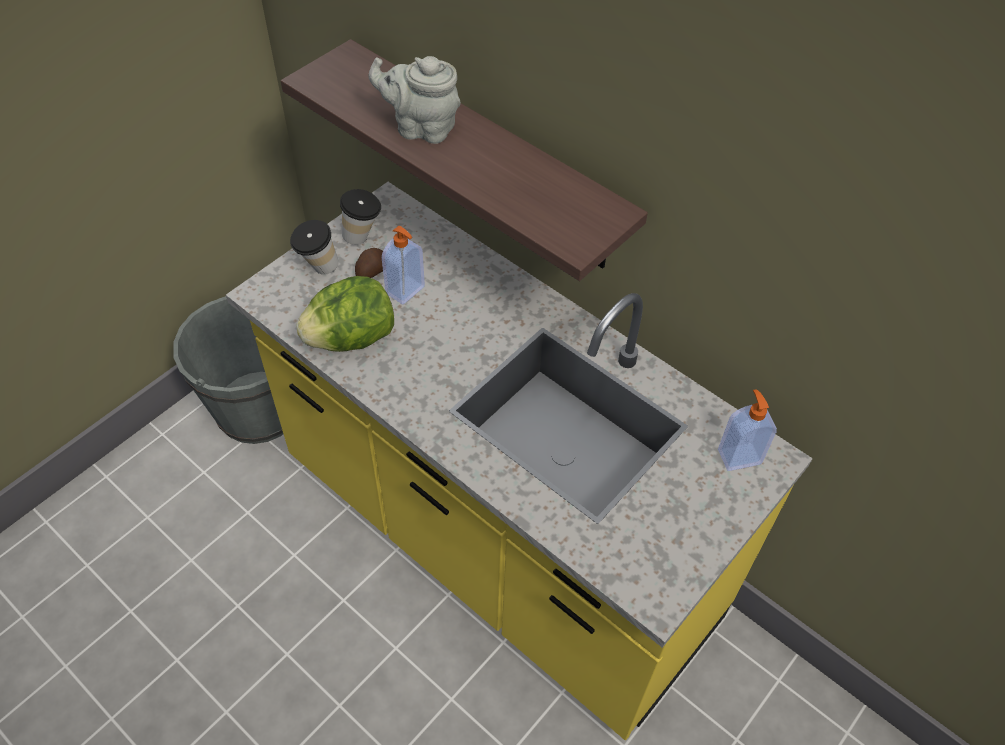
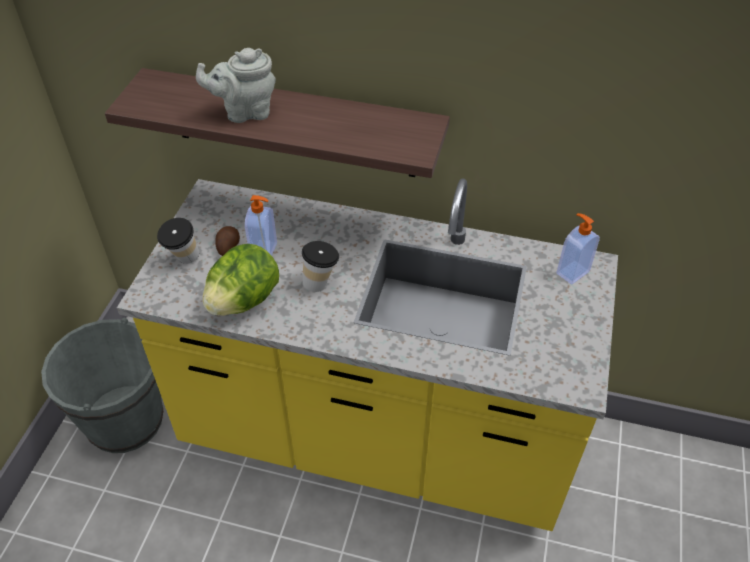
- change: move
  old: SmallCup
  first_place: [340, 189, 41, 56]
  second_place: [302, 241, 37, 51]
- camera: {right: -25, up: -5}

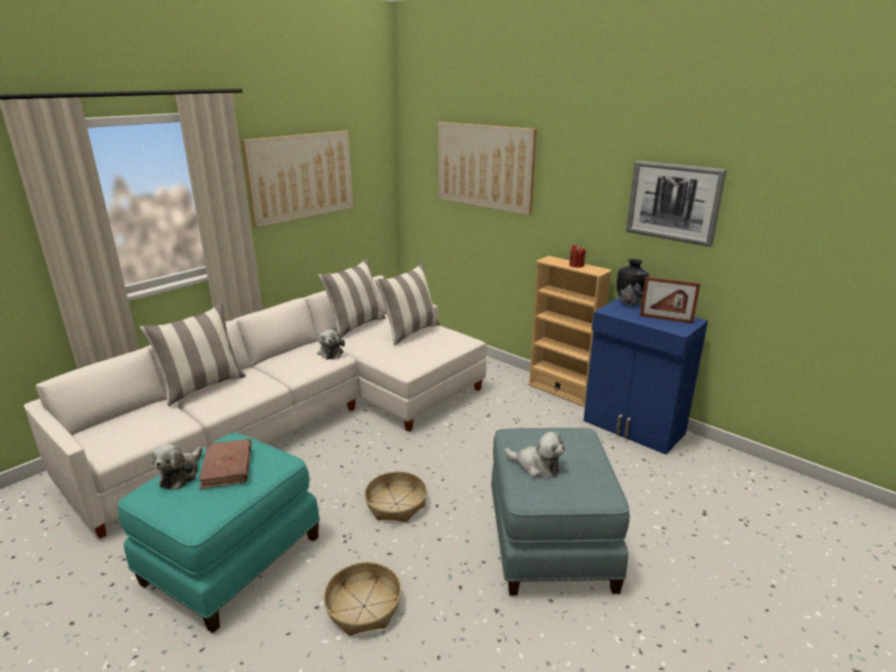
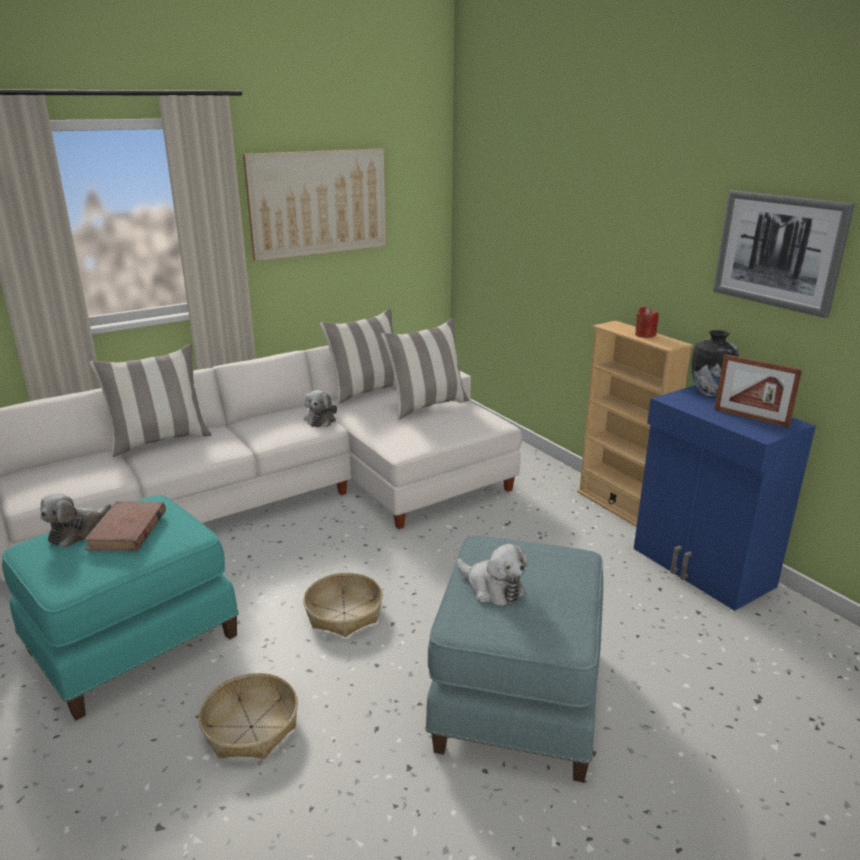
- change: delete
  old: WallPicture
  first_place: [438, 122, 99, 93]
- camera: {right: 15, up: 0}

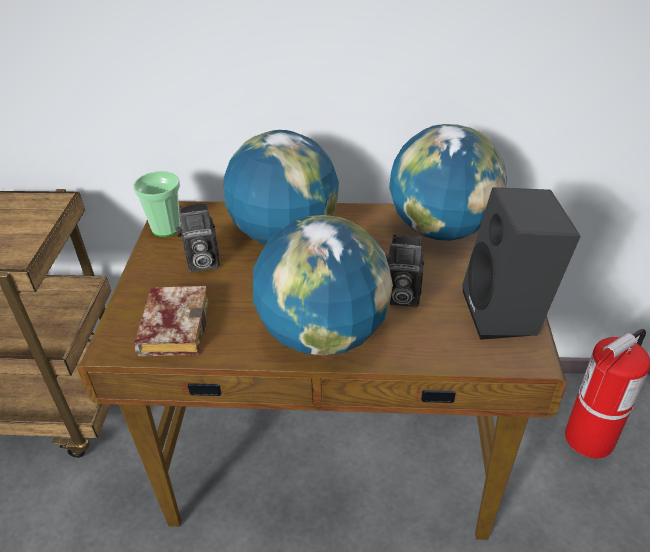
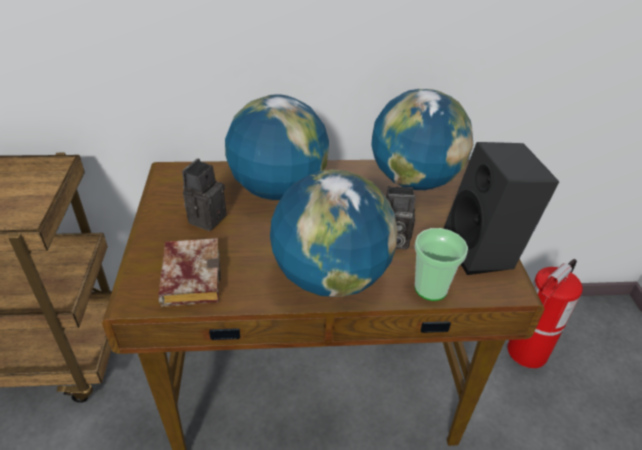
- change: move
  old: SmallCup
  first_place: [133, 171, 48, 66]
  second_place: [414, 228, 54, 73]
- change: rotate
  old: StillCamera
  first_place: [176, 203, 44, 69]
  second_place: [182, 158, 45, 73]
  degrees: 135
- camera: {right: -10, up: 0}

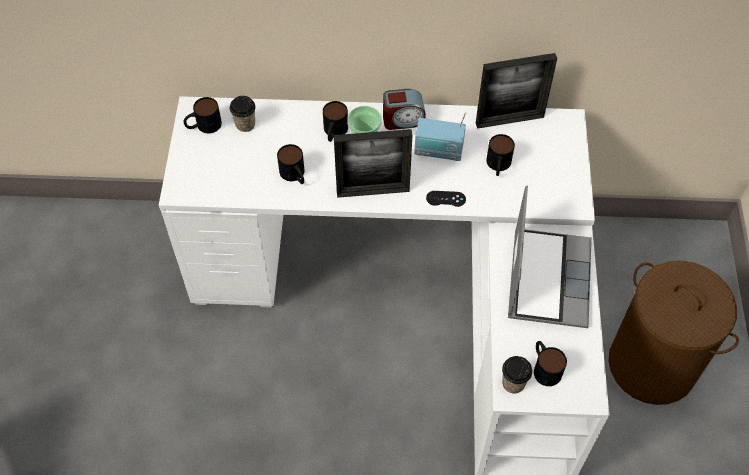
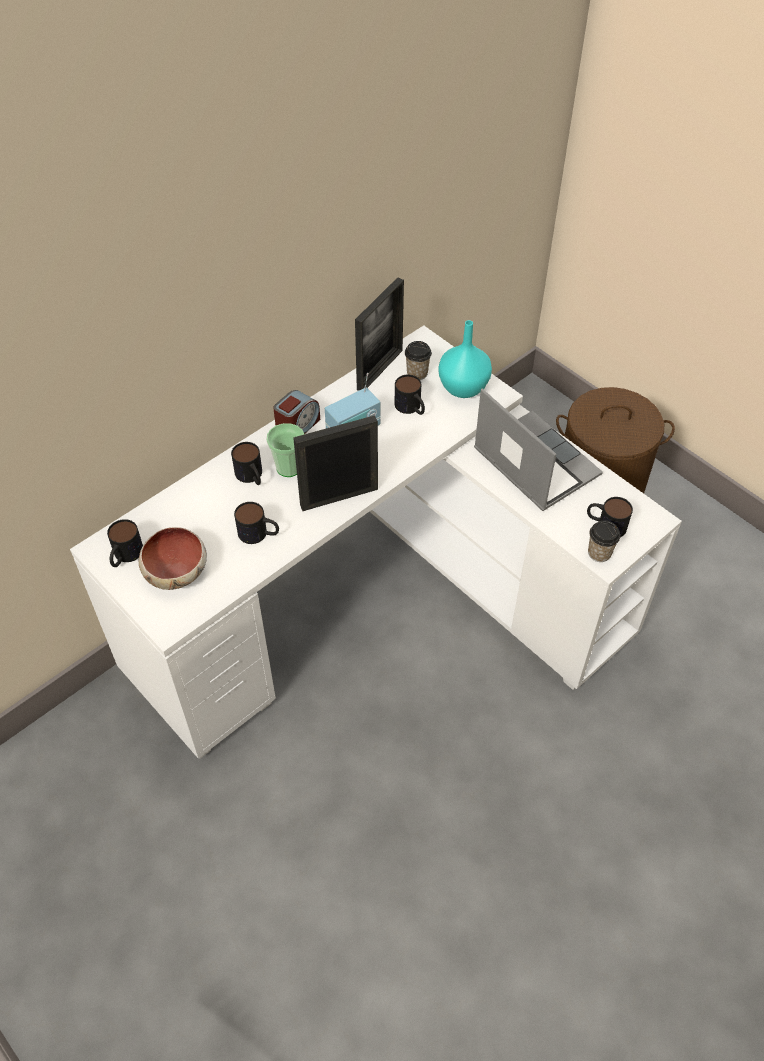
- change: move
  old: SmallCup
  first_place: [230, 96, 26, 36]
  second_place: [405, 341, 27, 39]
- change: rotate
  old: StandingFrame
  first_place: [334, 129, 78, 69]
  second_place: [293, 415, 85, 96]
  degrees: -150
- change: delete
  old: BlackColouredGameController
  first_place: [426, 191, 40, 16]
- change: insert
  new: TurquoiseColouredVase
  second_place: [438, 320, 54, 78]
- change: insert
  new: DeepDish
  second_place: [139, 527, 68, 63]
- camera: {right: -45, up: -5}

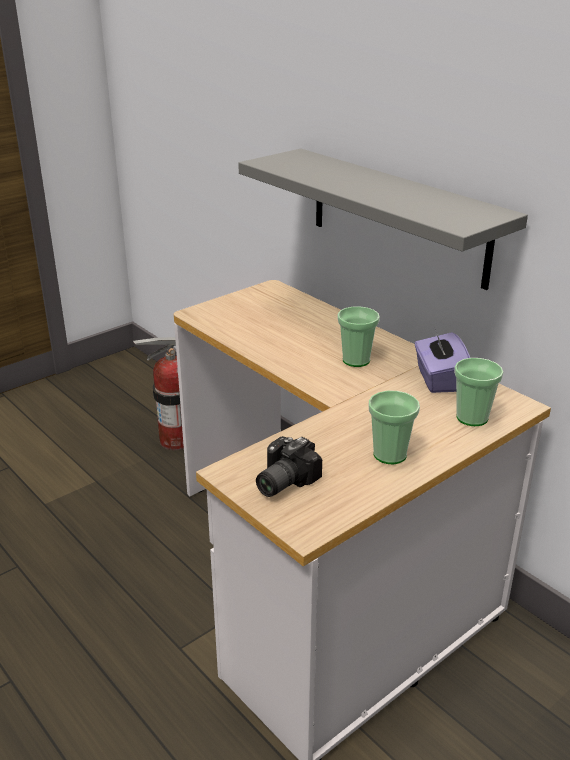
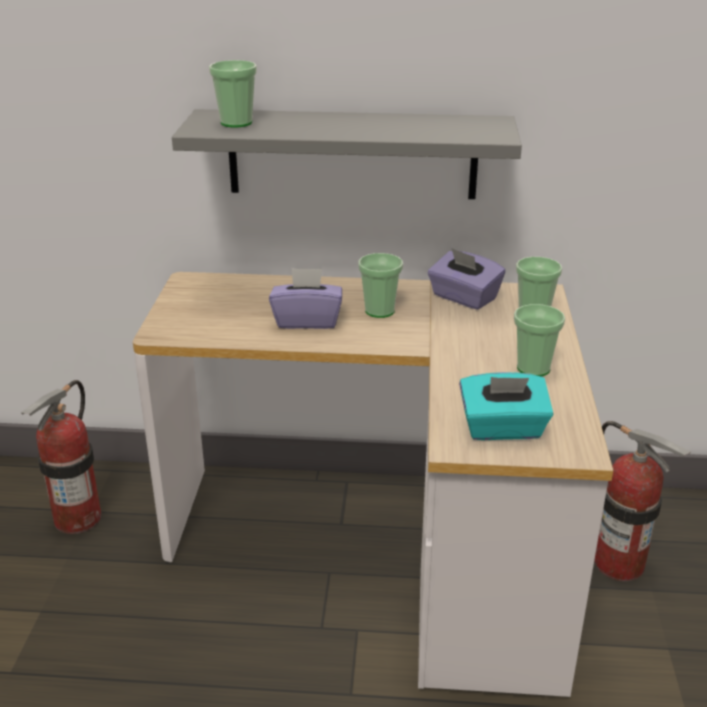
- change: replace
  old: StillCamera
  new: TurquoiseColouredBoxOfTissues
  first_place: [256, 436, 66, 61]
  second_place: [459, 372, 94, 68]
- change: insert
  new: SmallCup
  second_place: [209, 60, 48, 68]
- change: insert
  new: PurpleBoxOfTissues
  second_place: [269, 268, 73, 61]
- change: insert
  new: Extinguisher
  second_place: [594, 421, 97, 160]
- camera: {right: -45, up: 0}

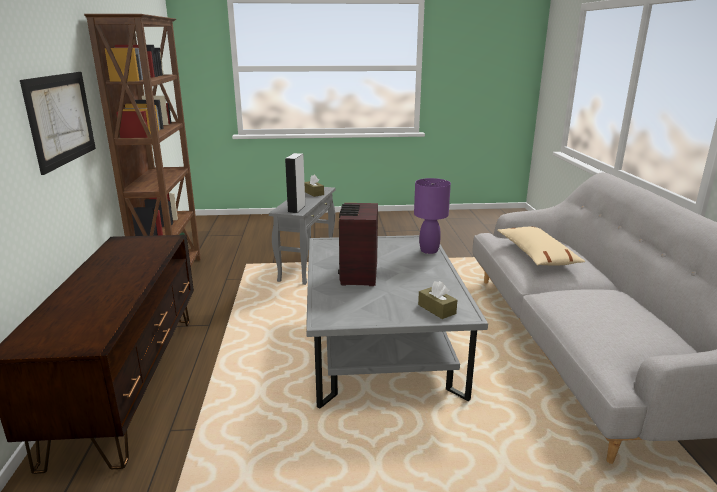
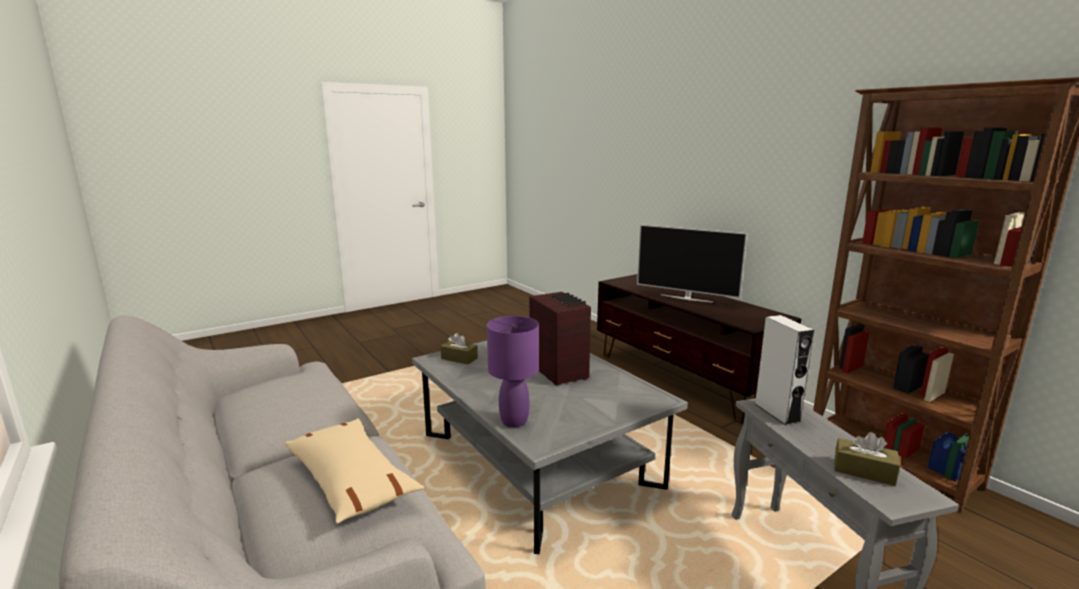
- change: delete
  old: WallPicture
  first_place: [20, 72, 76, 103]
- change: insert
  new: Tv
  second_place: [637, 224, 110, 79]
- camera: {right: 150, up: -5}

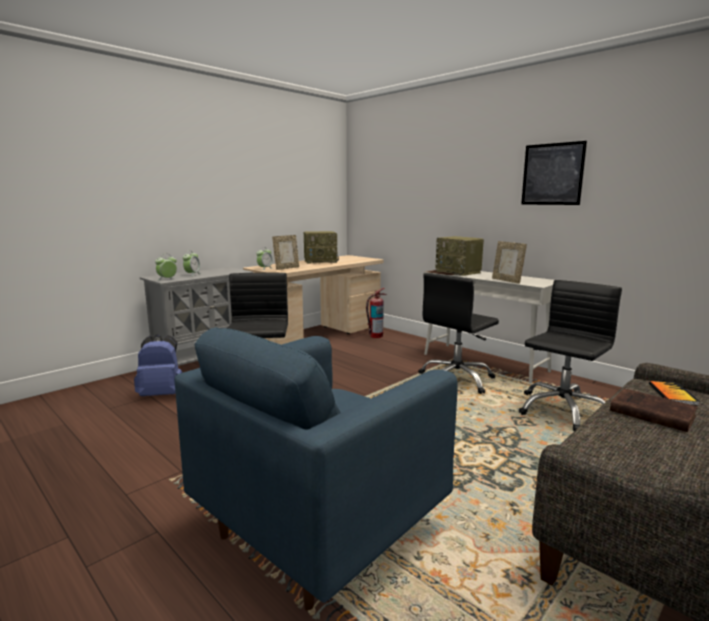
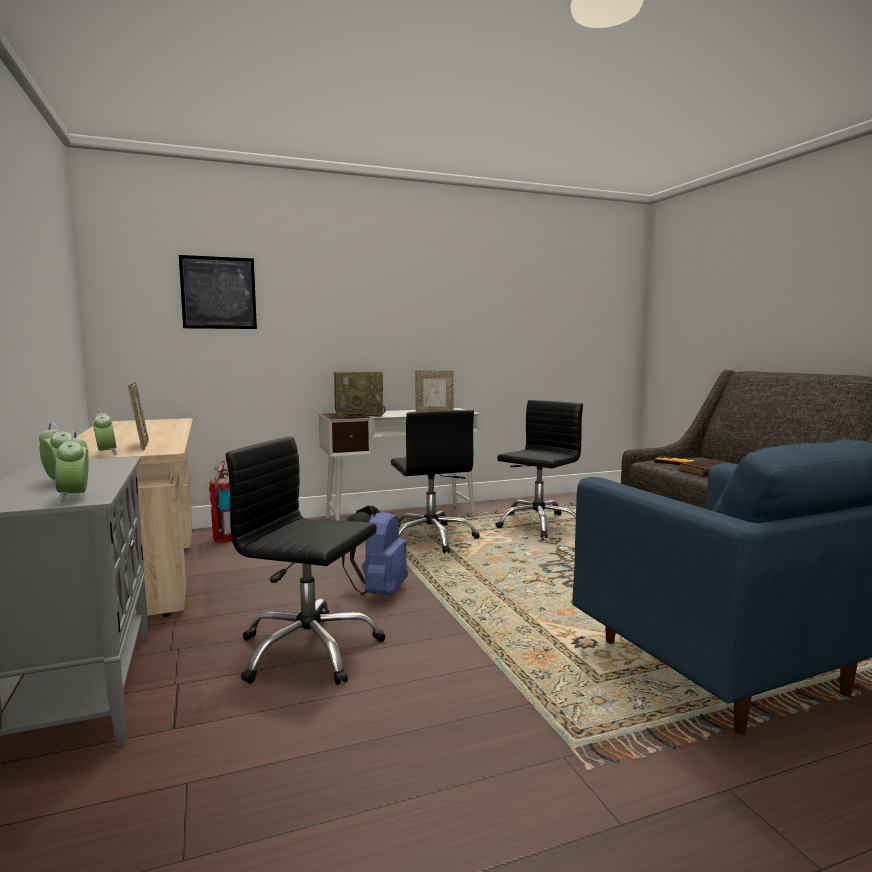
- change: move
  old: WallPicture
  first_place: [521, 141, 66, 64]
  second_place: [179, 255, 78, 74]
- change: delete
  old: RadioSet
  first_place: [303, 231, 36, 33]
- change: rotate
  old: BlackColouredDeskChair
  first_place: [518, 280, 104, 151]
  second_place: [495, 400, 88, 138]
  degrees: 60
- change: move
  old: BlueColouredRucksack
  first_place: [134, 334, 49, 62]
  second_place: [342, 505, 66, 90]
- camera: {right: -65, up: -5}

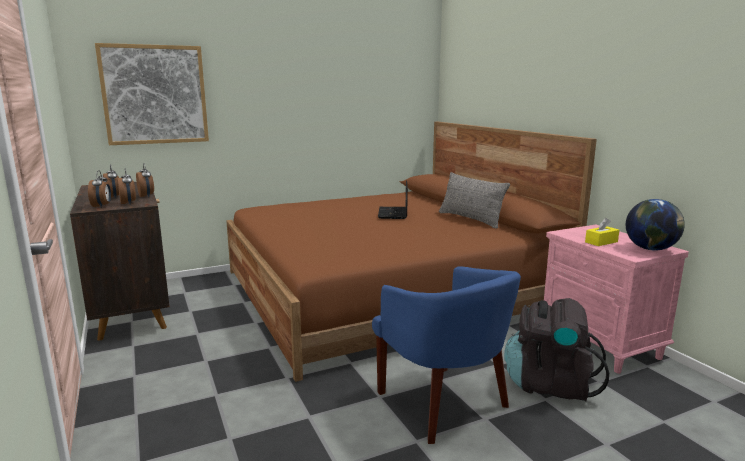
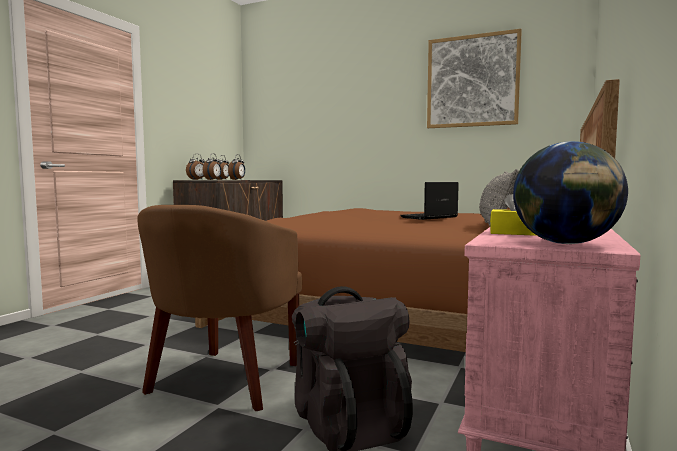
- change: move
  old: WallPicture
  first_place: [95, 43, 114, 102]
  second_place: [427, 29, 95, 99]
- change: recolor
  old: BlueColouredLoungeChair
  new: BrownLoungeChair
  first_place: [372, 267, 149, 177]
  second_place: [137, 205, 165, 206]
- camera: {right: 50, up: -10}

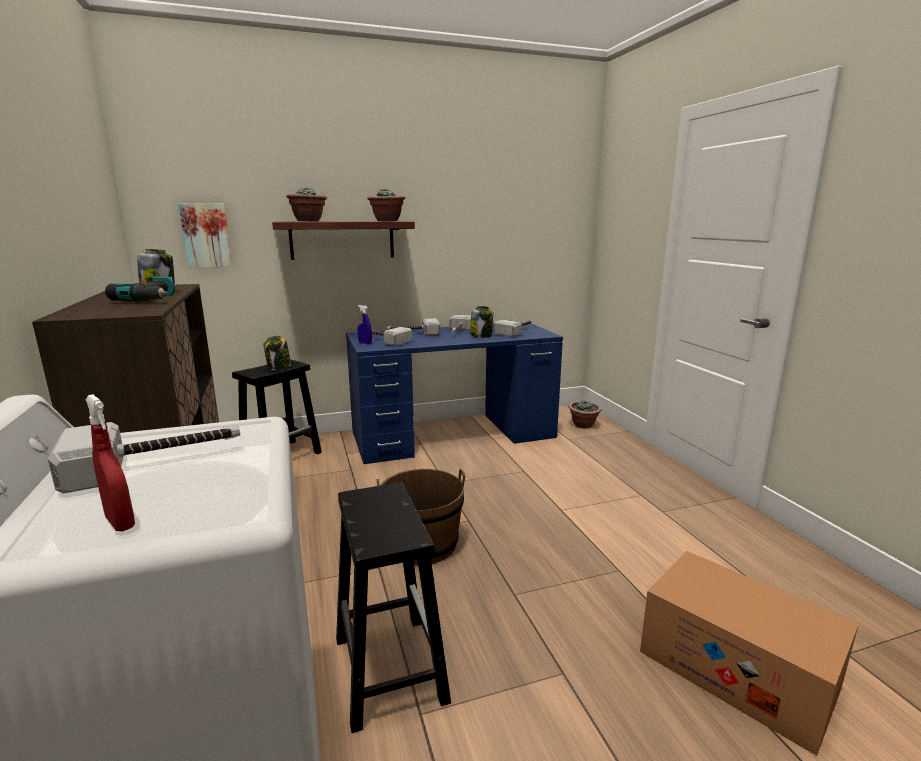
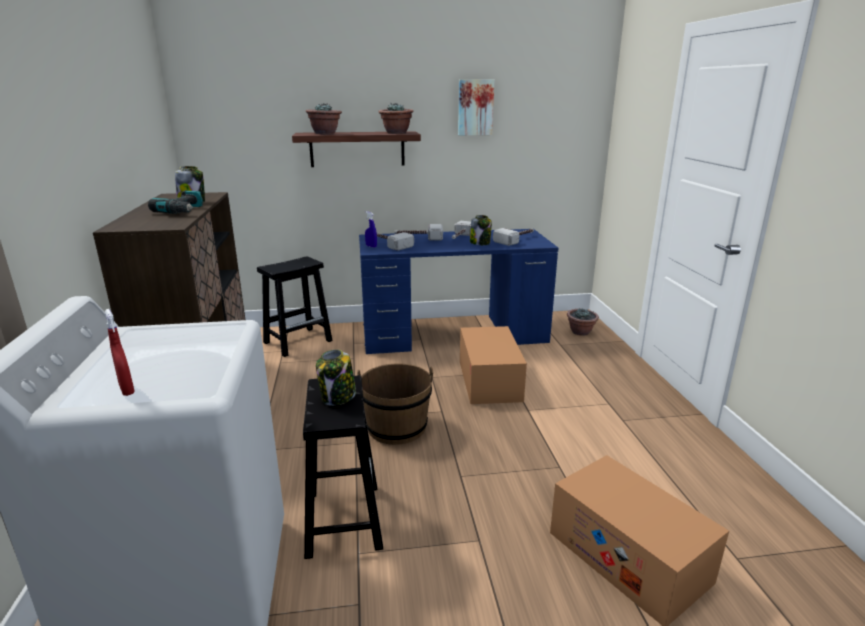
- change: move
  old: WallPicture
  first_place: [179, 203, 53, 65]
  second_place: [458, 79, 36, 56]
- change: move
  old: PreserveJar
  first_place: [263, 336, 28, 35]
  second_place: [316, 349, 40, 57]
- change: delete
  old: HandHammer
  first_place: [48, 422, 192, 72]
- change: insert
  new: Carton
  second_place: [460, 326, 67, 78]
- camera: {right: 10, up: 5}

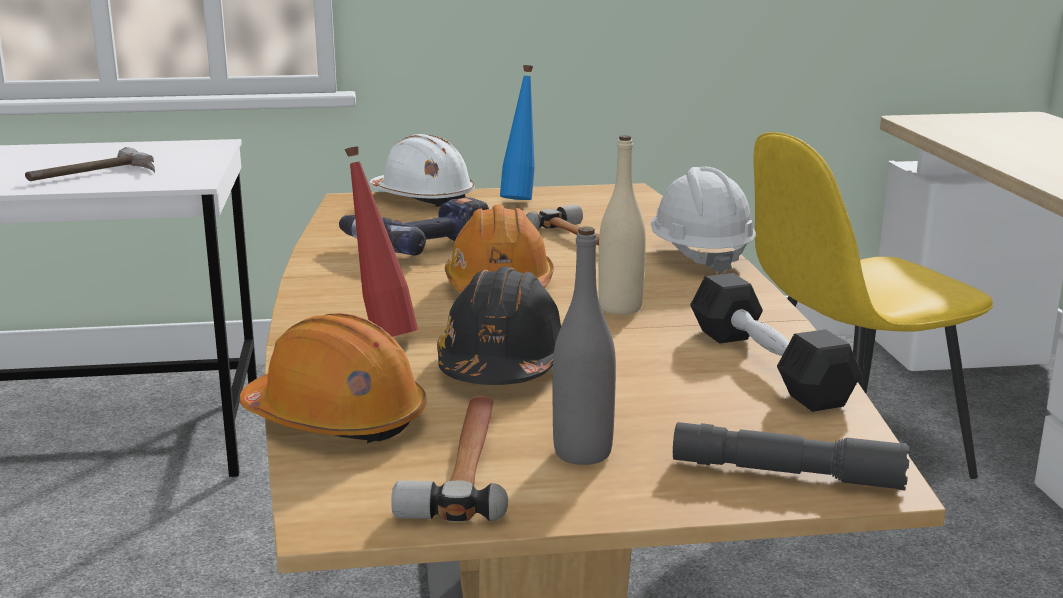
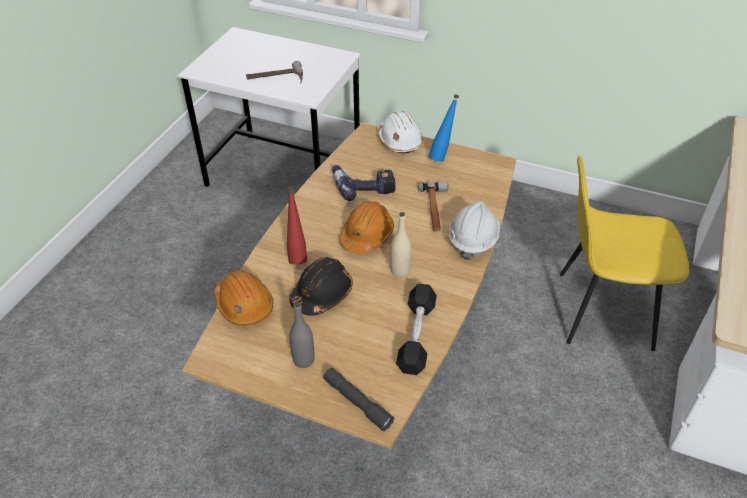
- change: delete
  old: HandHammer
  first_place: [391, 396, 117, 126]
- camera: {right: 30, up: 25}

